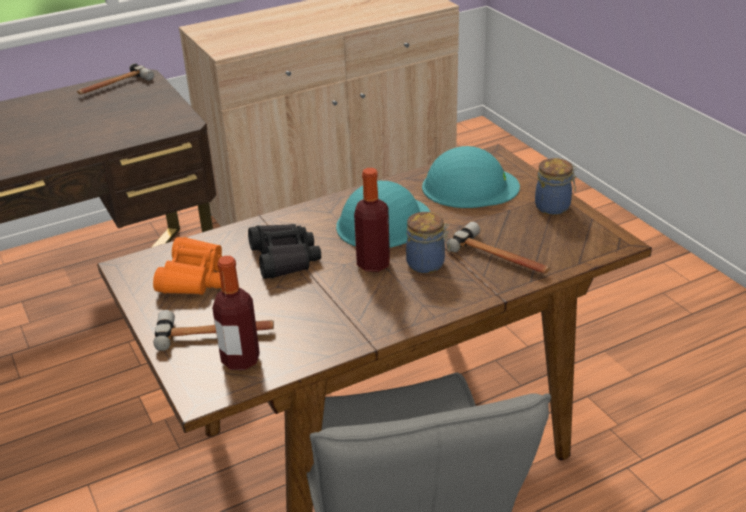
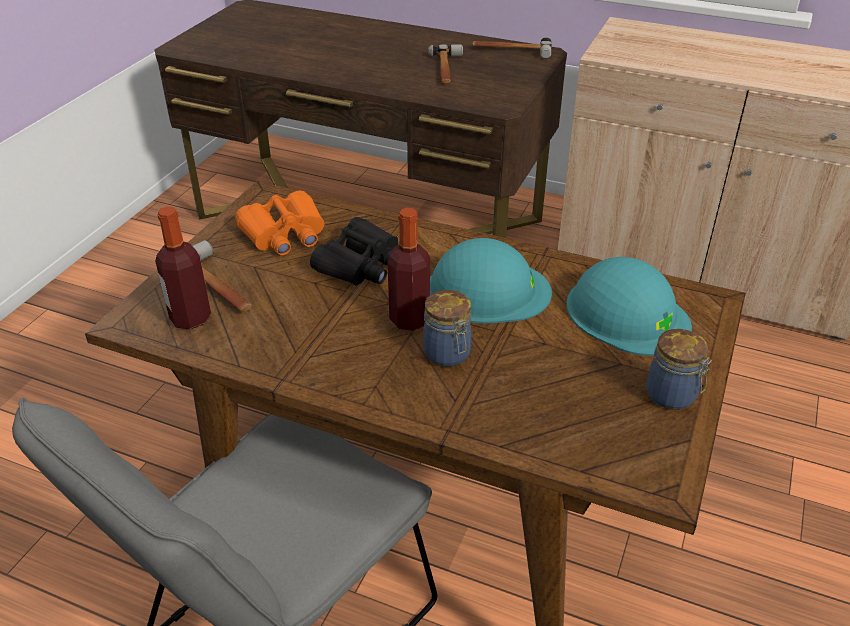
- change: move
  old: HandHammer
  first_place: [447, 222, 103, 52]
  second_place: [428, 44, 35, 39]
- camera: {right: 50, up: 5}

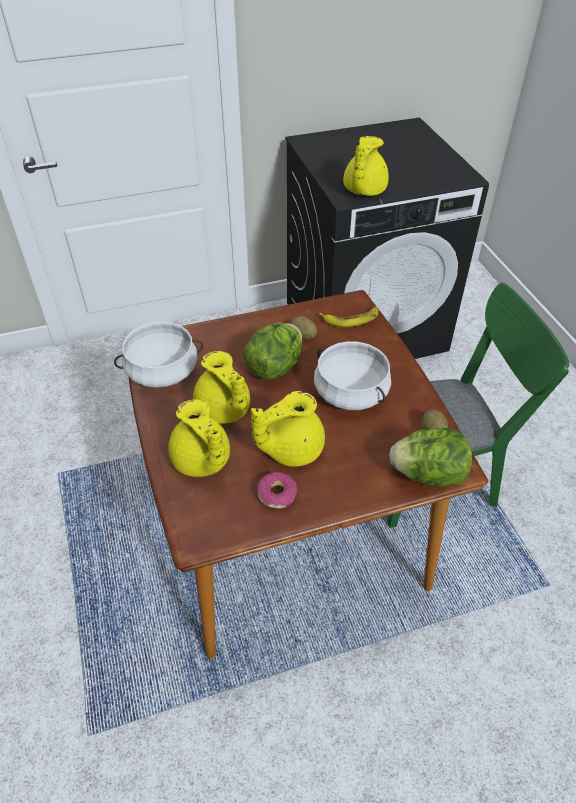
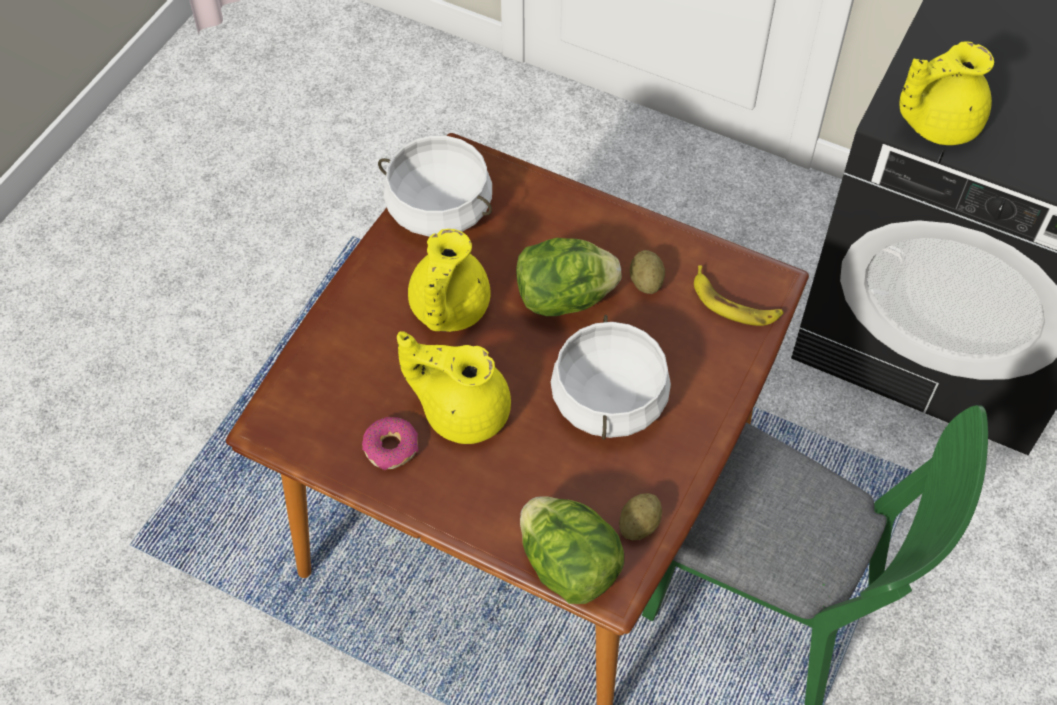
- change: delete
  old: YellowColouredPotForTea
  first_place: [168, 399, 62, 78]
- camera: {right: 45, up: 10}

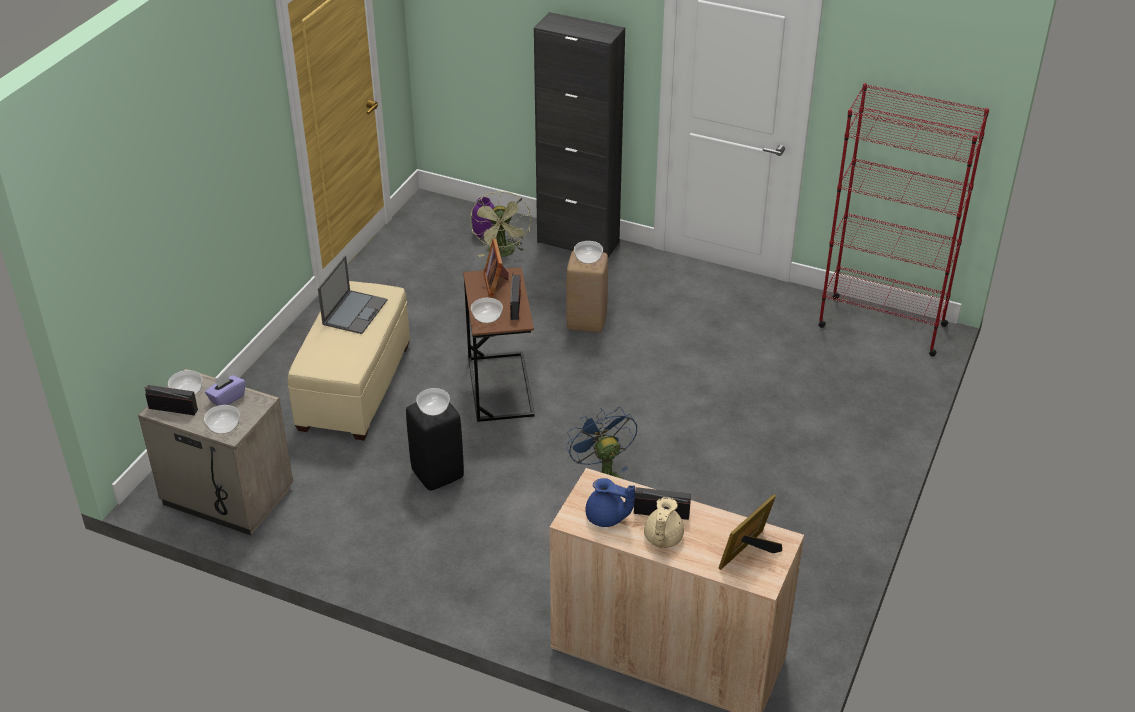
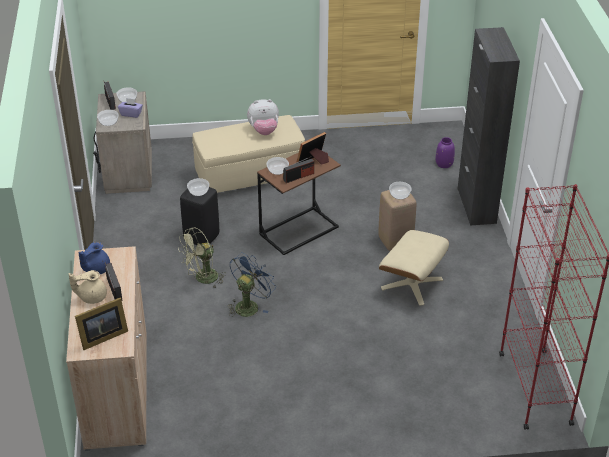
- change: move
  old: GreenishElectricFan
  first_place: [470, 191, 61, 66]
  second_place: [178, 227, 48, 61]
- change: replace
  old: PortableComputer
  new: CuddlyToy
  first_place: [318, 255, 70, 79]
  second_place: [247, 99, 32, 36]
- change: rotate
  old: BlueColouredPotForTea
  first_place: [586, 478, 49, 49]
  second_place: [78, 242, 32, 32]
  degrees: 45
- change: rotate
  old: StandingFrame
  first_place: [719, 494, 63, 76]
  second_place: [75, 297, 53, 53]
  degrees: 135
- change: insert
  new: BeigeColouredOttoman
  second_place: [379, 230, 70, 76]
- camera: {right: 60, up: 0}

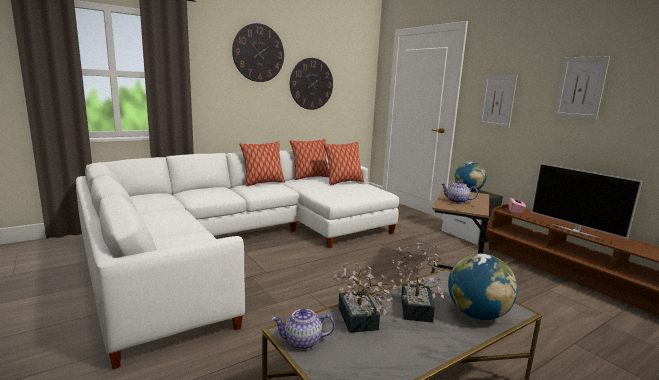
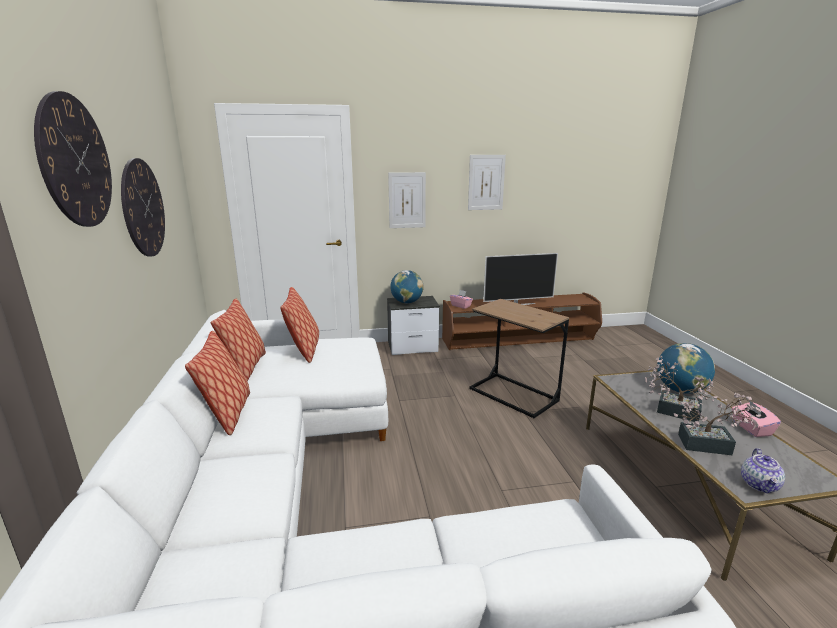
- change: delete
  old: PotForTea
  first_place: [441, 181, 37, 22]
- change: insert
  new: PinkColouredBoxOfTissues
  second_place: [732, 400, 49, 37]
- camera: {right: -65, up: 5}

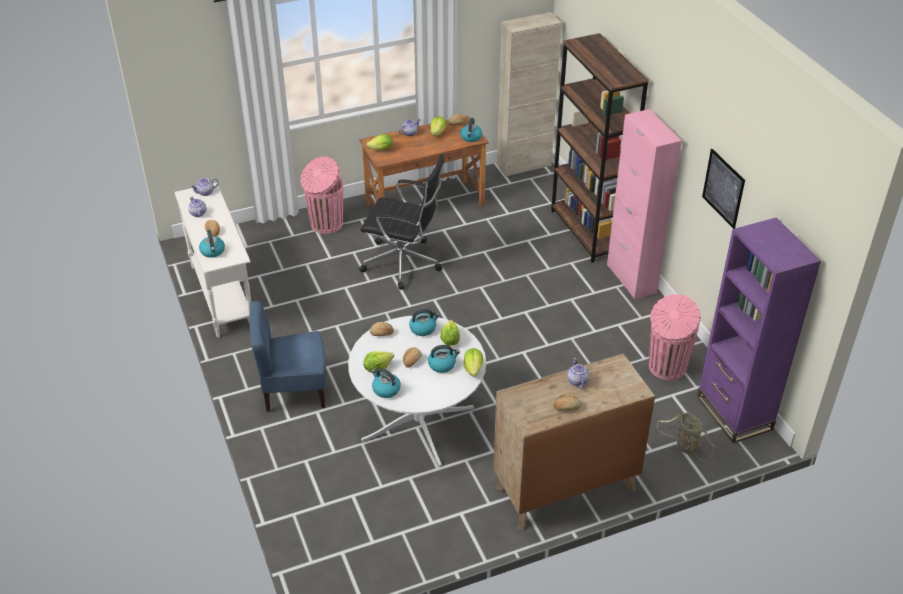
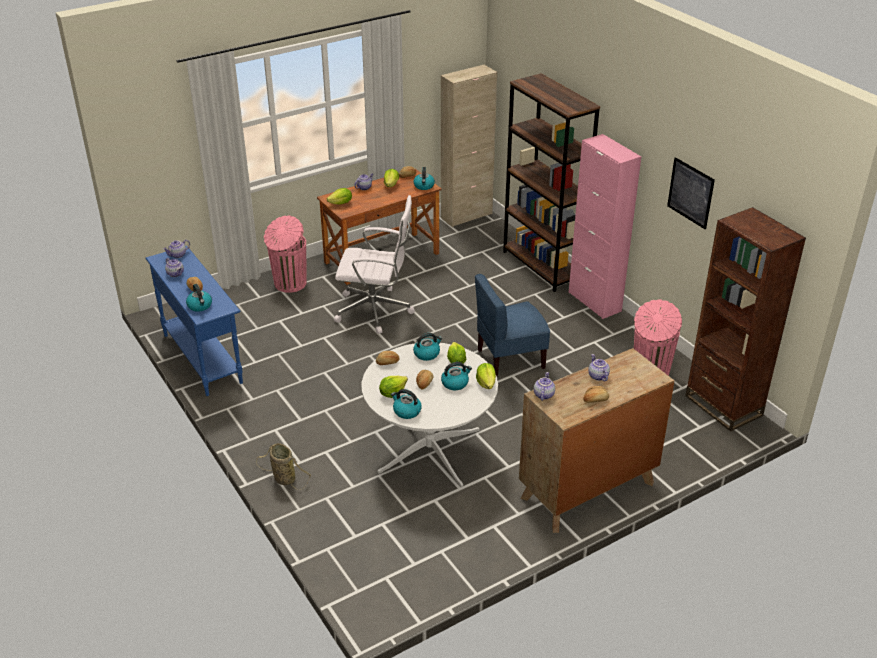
- change: recolor
  old: BlackColouredDeskChair
  new: WhiteColouredDeskChair
  first_place: [359, 153, 85, 137]
  second_place: [334, 195, 81, 139]
- change: recolor
  old: WhiteColouredConsoleTable
  new: BlueColouredConsoleTable
  first_place: [174, 183, 77, 155]
  second_place: [145, 246, 98, 150]
- change: recolor
  old: PurpleBookcase
  new: BrownBookcase
  first_place: [697, 218, 124, 225]
  second_place: [685, 207, 121, 225]
- change: move
  old: BlueColouredPlainChair
  first_place: [249, 301, 77, 111]
  second_place: [475, 274, 75, 103]
- change: move
  old: HouseholdBasket
  first_place: [657, 412, 58, 49]
  second_place: [256, 443, 55, 47]
- change: insert
  new: PotForTea
  second_place: [534, 372, 21, 29]
- camera: {right: -10, up: -5}

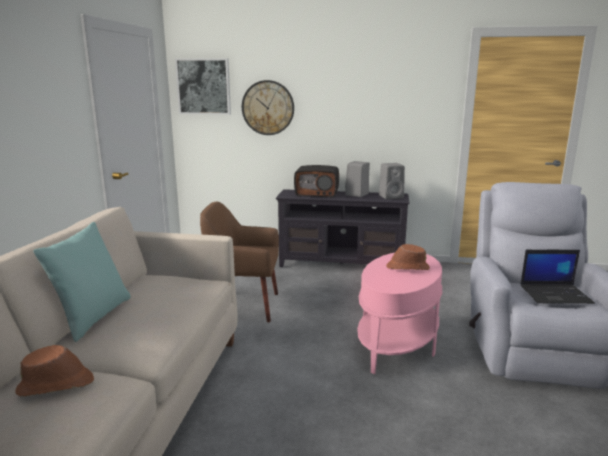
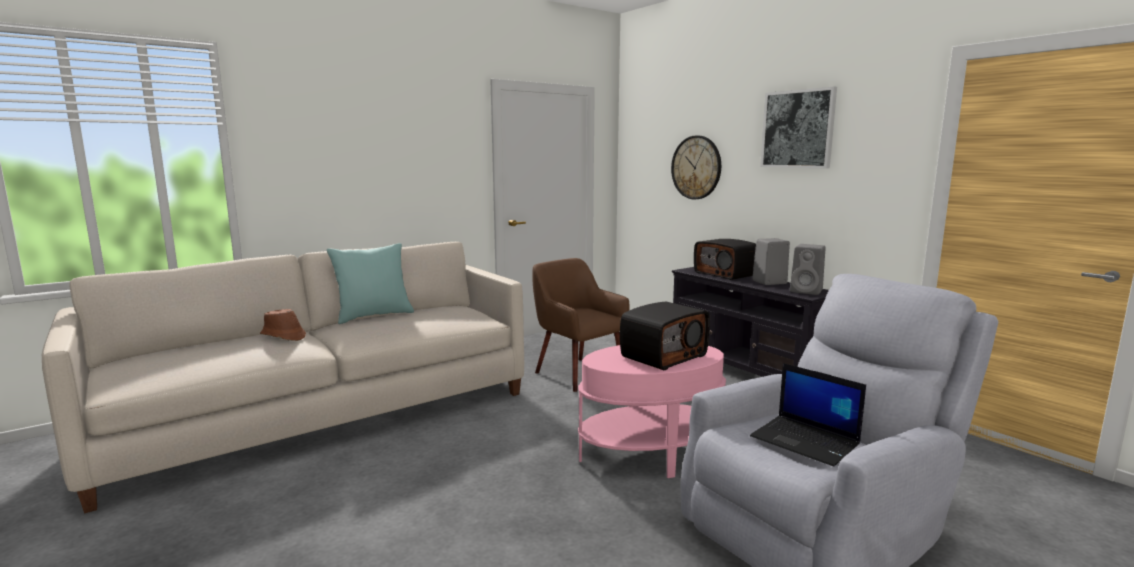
- change: move
  old: WallPicture
  first_place: [175, 58, 56, 57]
  second_place: [760, 87, 77, 82]
- change: replace
  old: BrownClothingHat
  new: RadioSet
  first_place: [386, 244, 44, 26]
  second_place: [620, 302, 90, 68]
- camera: {right: 45, up: -5}

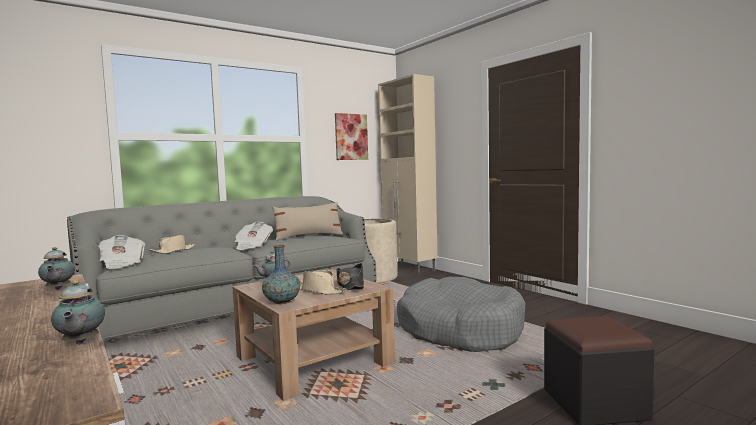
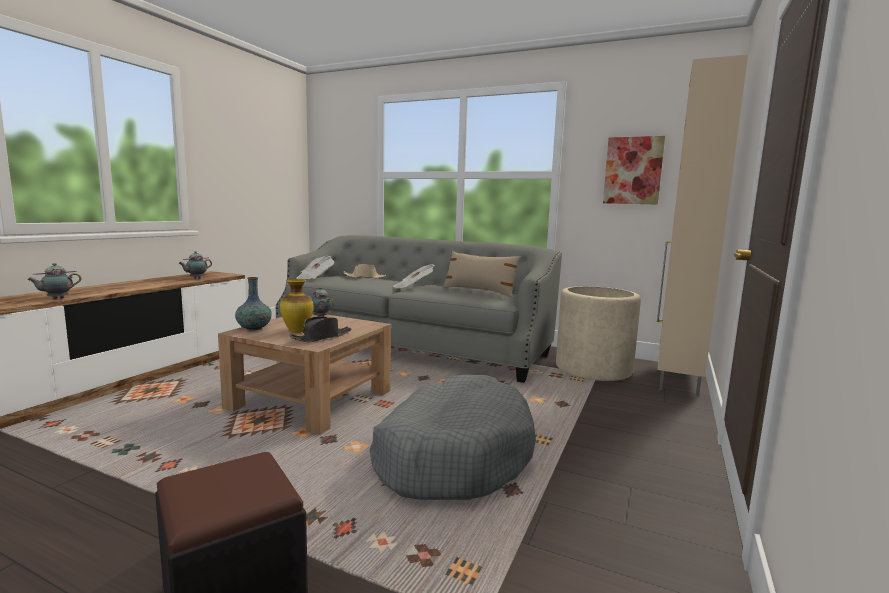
- change: replace
  old: BeigeColouredClothingHat
  new: Vase
  first_place: [298, 270, 48, 25]
  second_place: [280, 279, 34, 54]
- camera: {right: 60, up: 5}

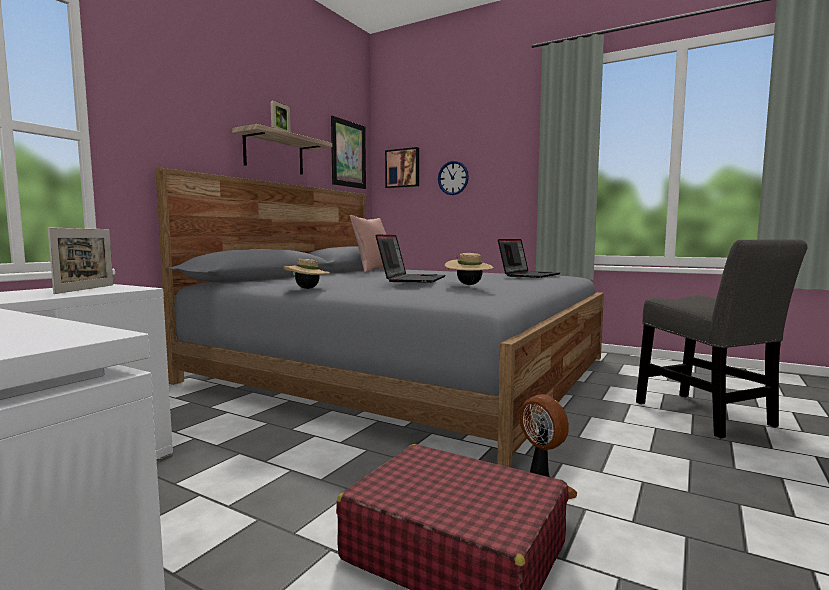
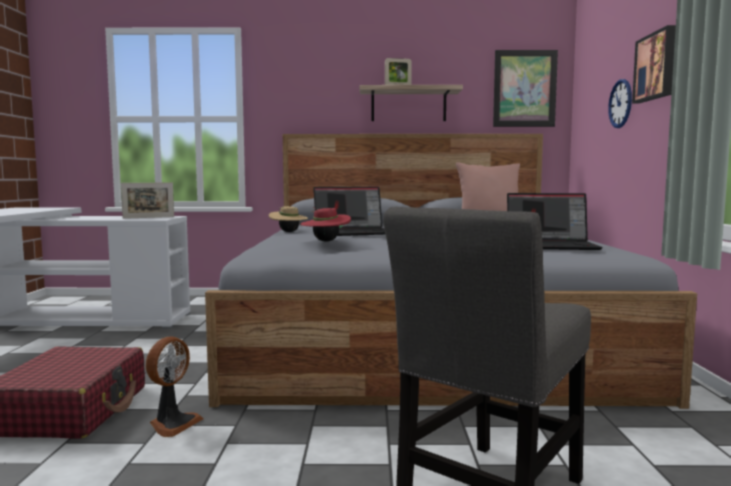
- change: move
  old: WallPicture
  first_place: [385, 147, 34, 41]
  second_place: [632, 25, 44, 78]
- change: recolor
  old: BeigeColouredClothingHat
  new: RedColouredClothingHat
  first_place: [445, 253, 49, 32]
  second_place: [300, 207, 51, 34]
- camera: {right: 60, up: 0}

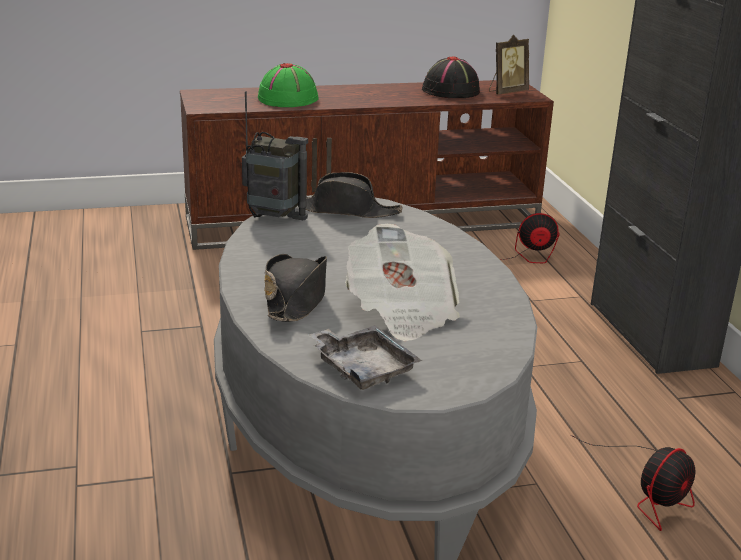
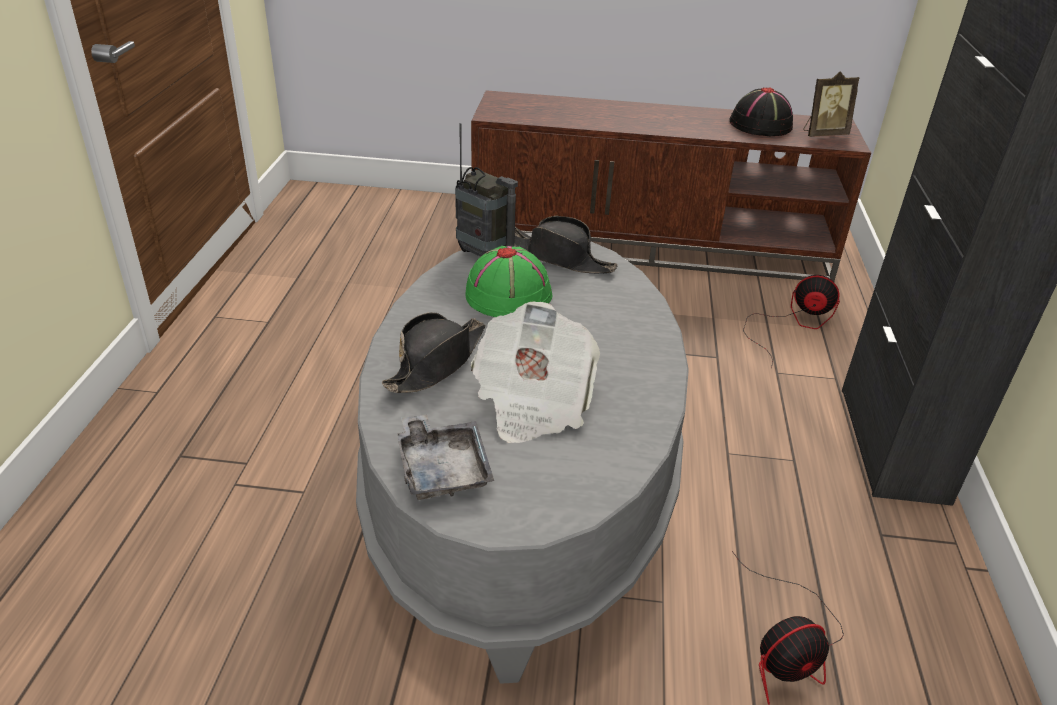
- change: move
  old: GreenishClothingHat
  first_place: [258, 63, 61, 44]
  second_place: [465, 246, 88, 71]
- camera: {right: 20, up: 10}

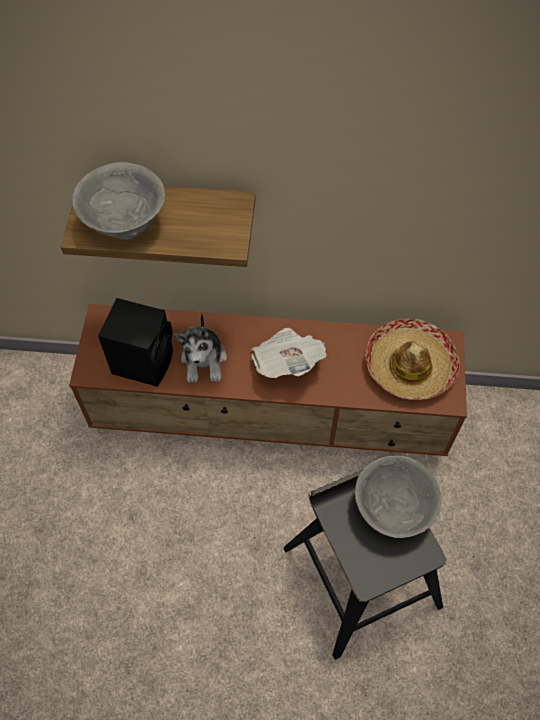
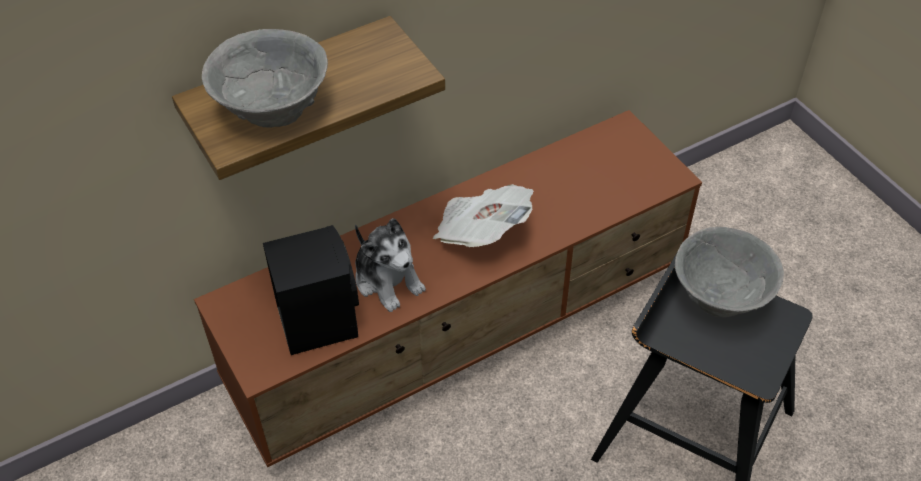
- change: delete
  old: ClothingHat
  first_place: [365, 319, 95, 81]
- camera: {right: -35, up: -10}

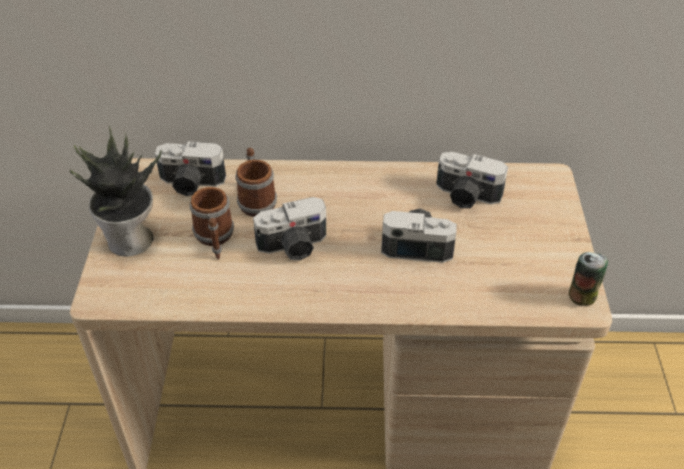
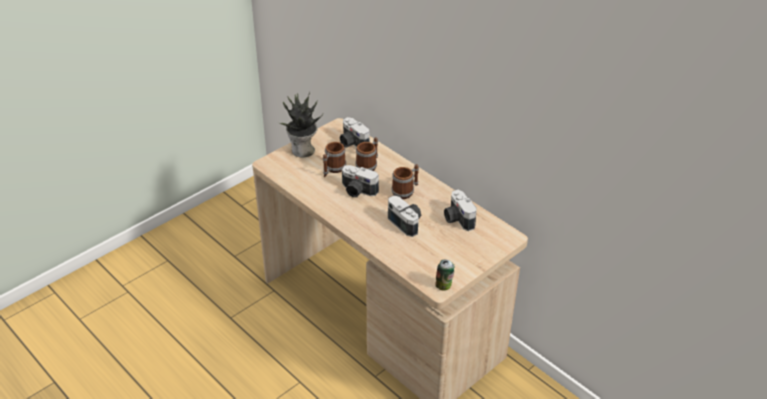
- change: insert
  new: TeaMug
  second_place: [391, 164, 28, 35]
- camera: {right: 45, up: -5}

